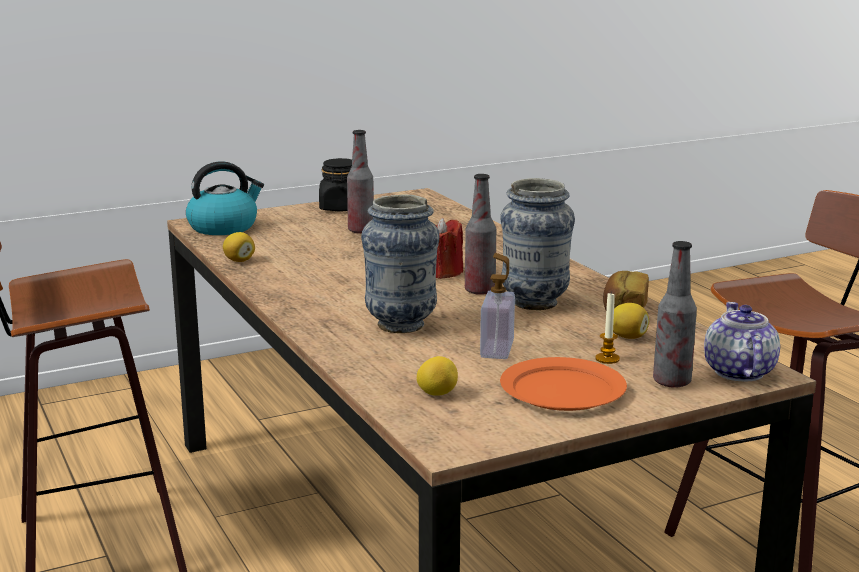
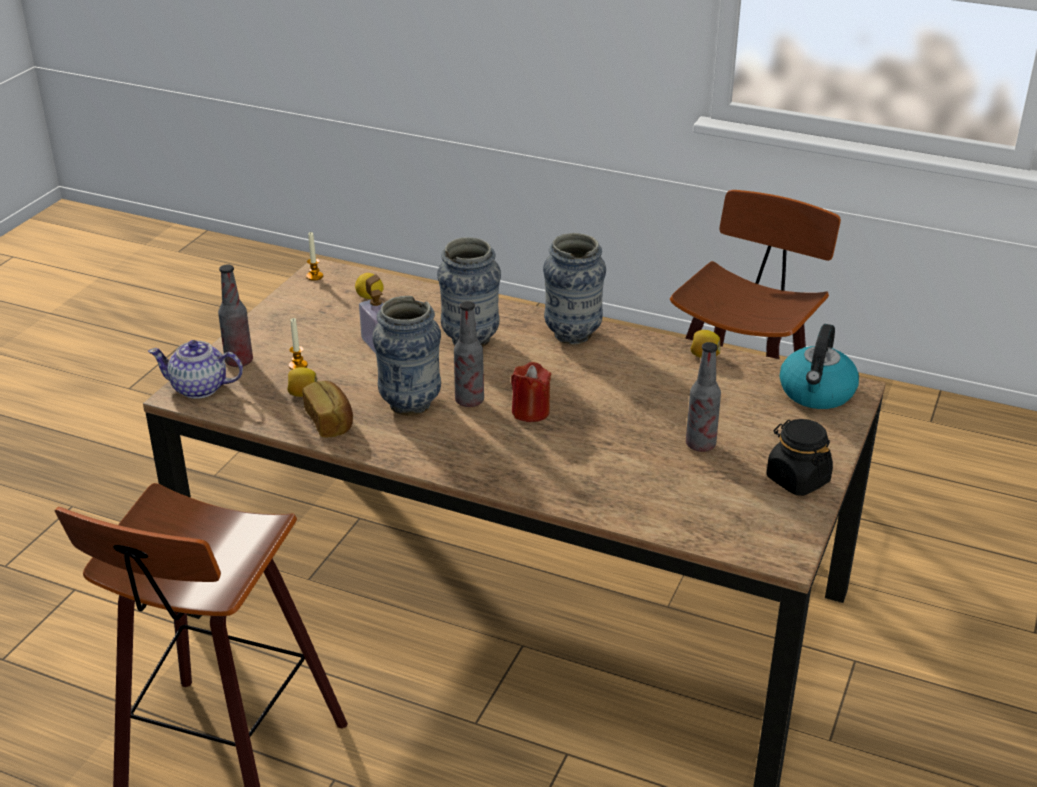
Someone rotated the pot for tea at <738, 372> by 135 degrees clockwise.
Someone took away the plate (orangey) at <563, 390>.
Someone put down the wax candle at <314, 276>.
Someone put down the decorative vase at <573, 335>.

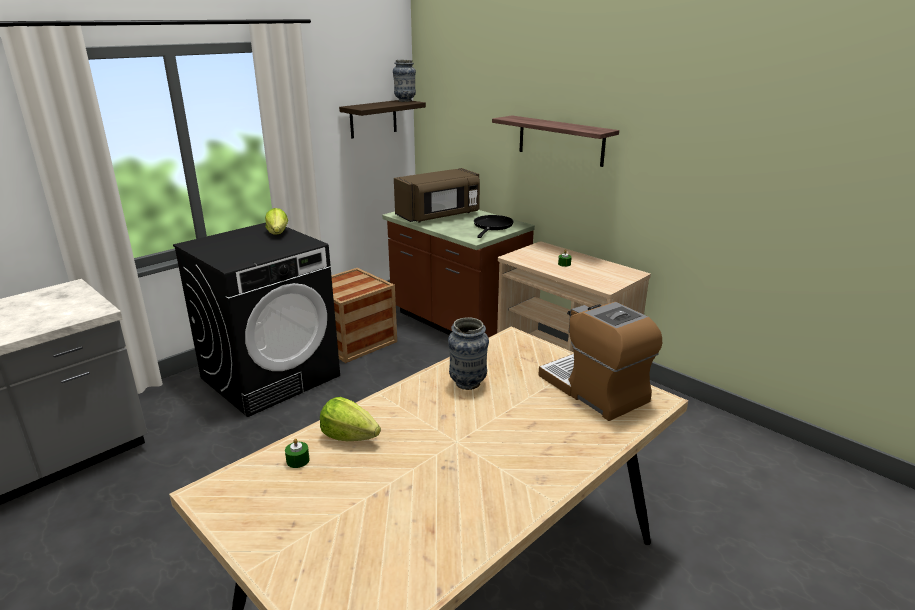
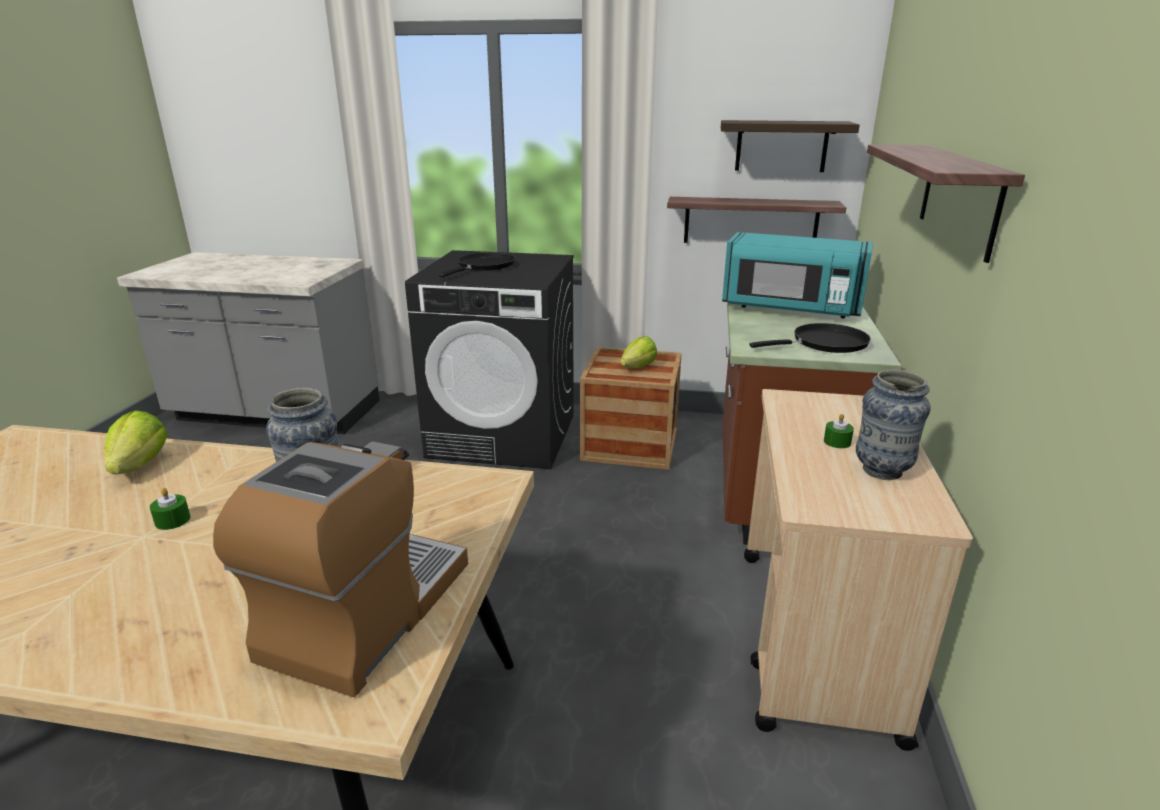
Someone carried the decorative vase from <405, 101> to <882, 471>.
Someone repainted the kitchen microwave (brown) at <439, 216>, which became the kitchen microwave (turquoise-coloured) at <790, 309>.
Someone carried the lettuce from <278, 233> to <638, 367>.
Someone carried the wax candle (green) from <298, 460> to <172, 520>.
Someone put up the shelf at <750, 221>.
Someone put down the pan (blackish) at <483, 266>.

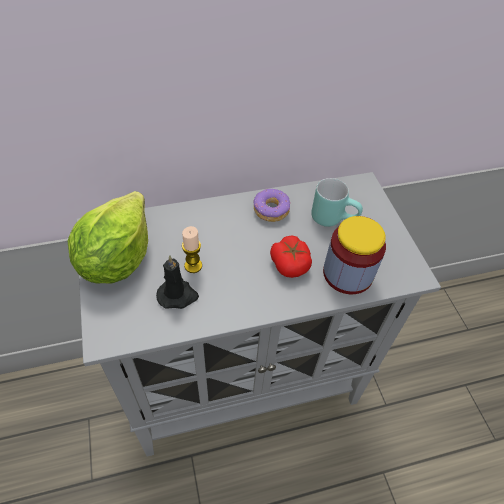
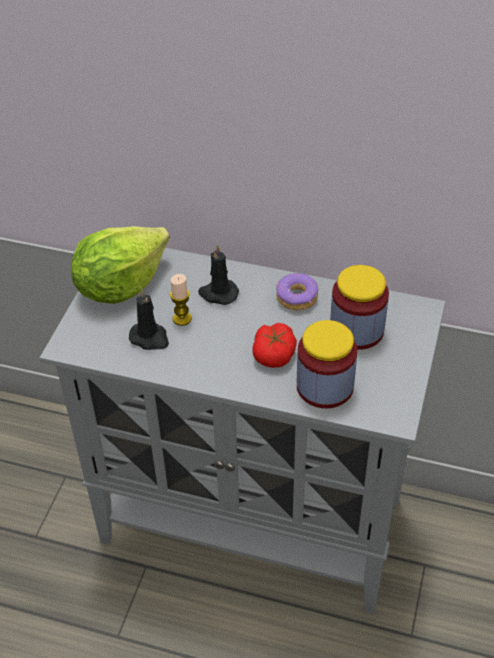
Someone swapped the mug (turquoise-coloured) at <333, 218> for the jar at <356, 330>.
Someone put down the wax candle (blackish) at <218, 293>.

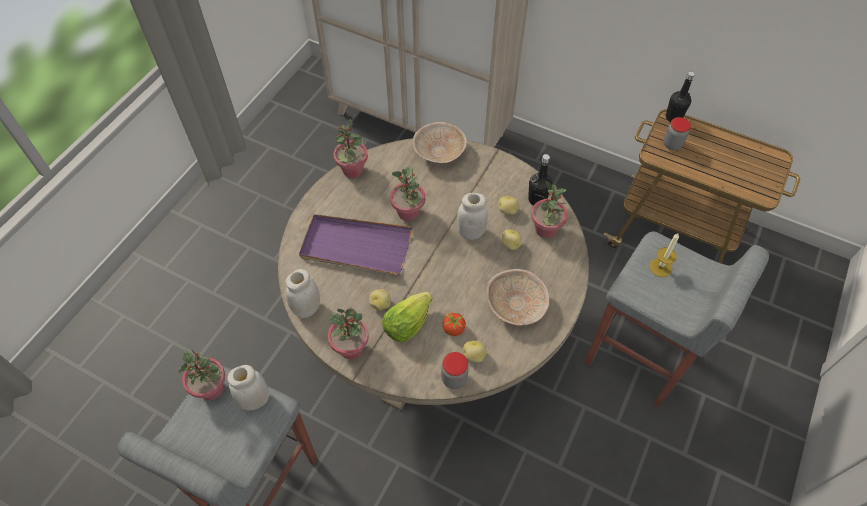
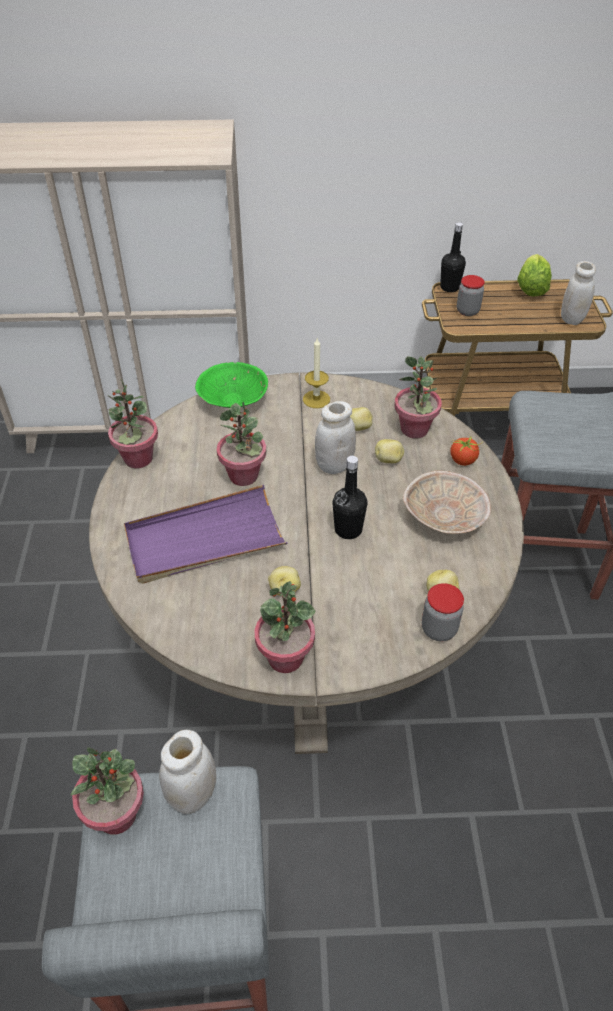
Someone repainted the deep dish (sand-coloured) at <439, 151>, which became the deep dish (green) at <233, 399>.
Someone carried the bottle (blackish) from <537, 199> to <348, 529>.
Someone carried the wax candle from <660, 267> to <316, 399>.
Someone carried the jar (white) from <307, 308> to <572, 319>.
Someone carried the lettuce from <406, 324> to <531, 288>.
Someone carried the fresh tomato from <454, 329> to <463, 460>.

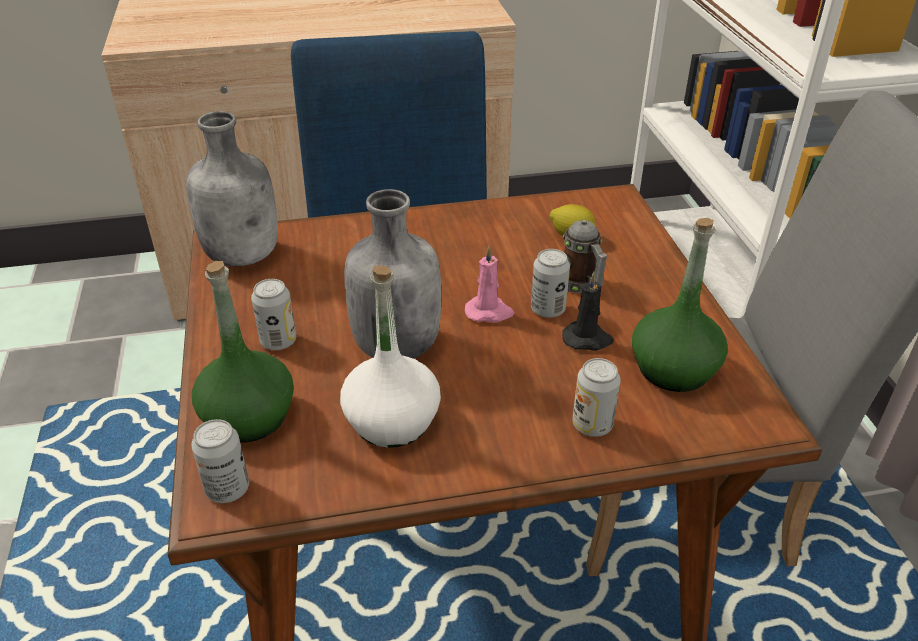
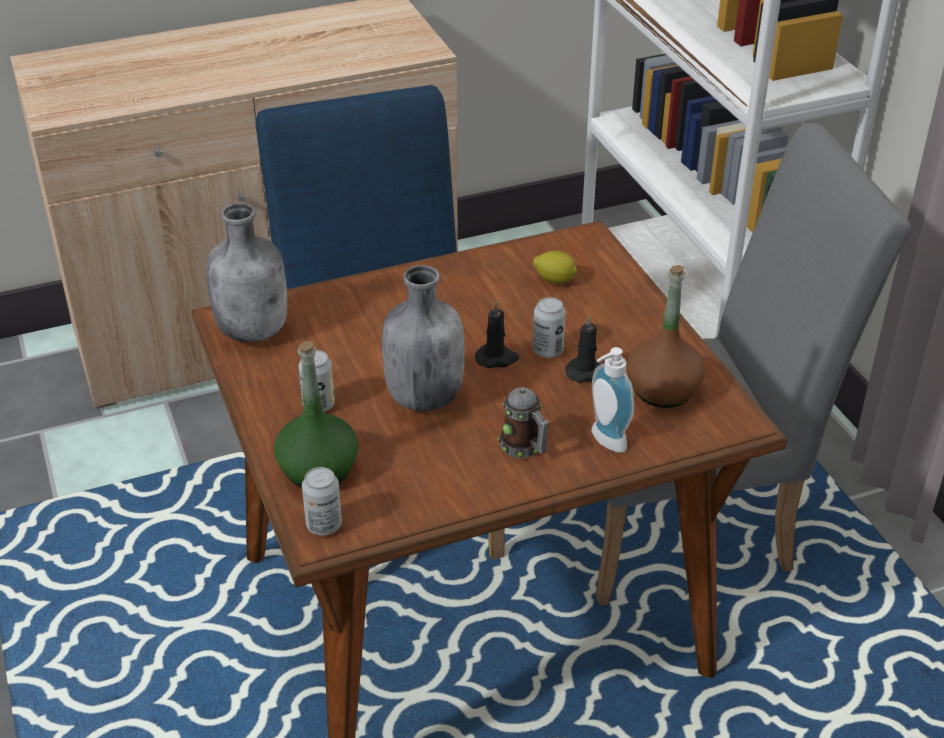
Someone repainted the bottle (green) at <673, 369>, which became the bottle (brown) at <663, 390>.
Someone carried the mug from <581, 284> to <525, 448>.
Someone repainted the wax candle (pink-coloured) at <489, 312>, which became the wax candle (blackish) at <497, 358>.
Someone took away the bottle (white) at <392, 421>.
Someone swapped the can at <592, 425> for the liquid soap bottle at <604, 442>.

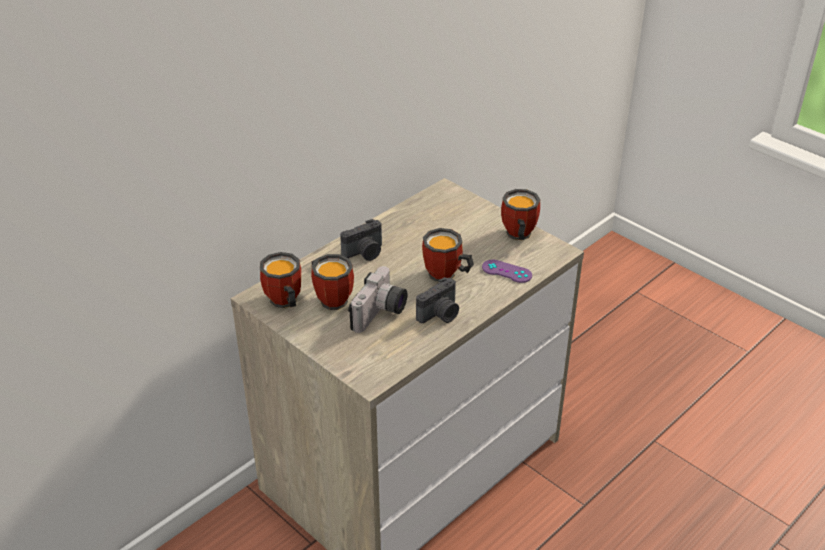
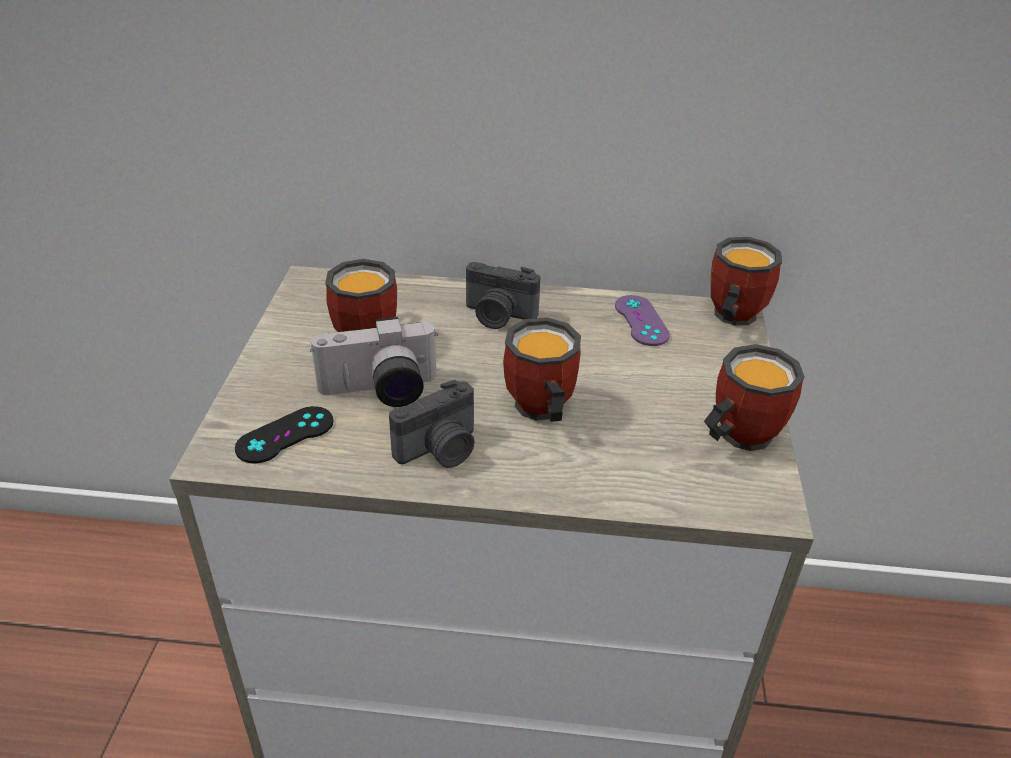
Someone carried the mug from <283, 303> to <729, 317>.
Someone carried the game controller (purple-coloured) from <506, 271> to <641, 320>.
Someone rotated the photo camera at <440, 315> by 45 degrees counterclockwise.
Someone put down the game controller (blackish) at <285, 435>.

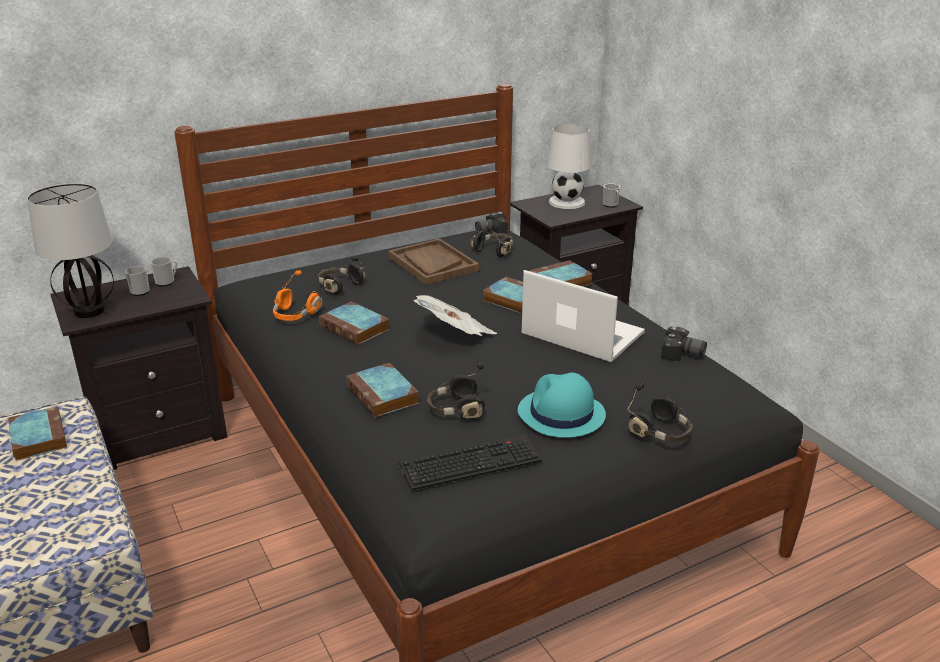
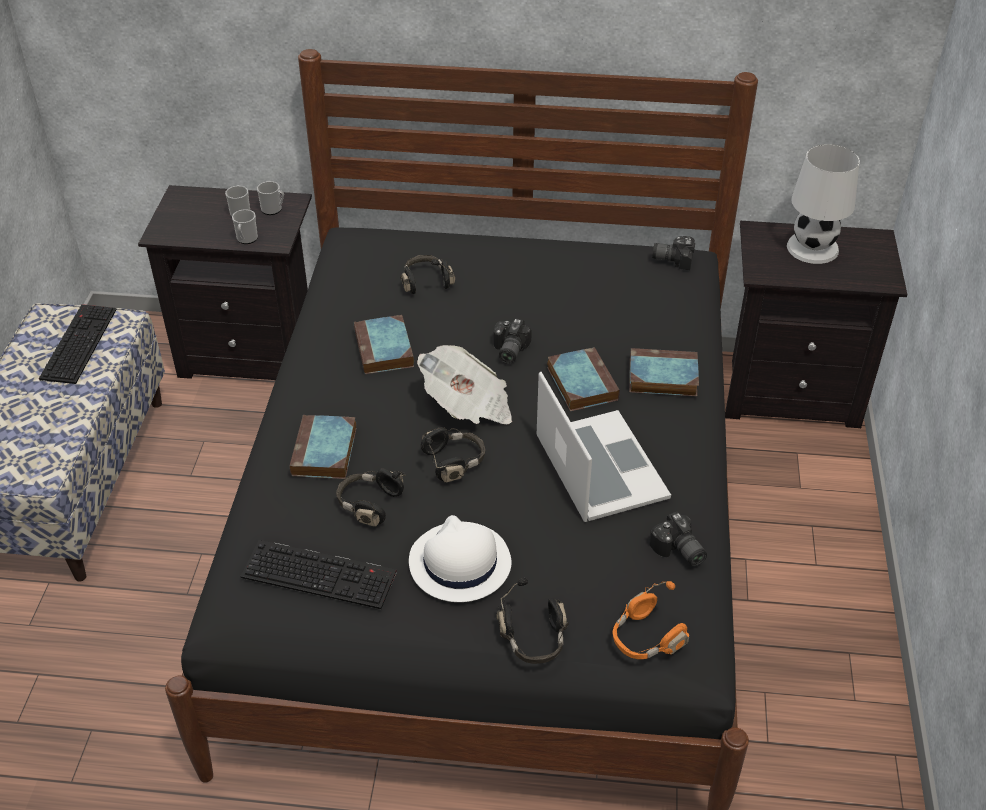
Someone took away the tabletop lamp at <90, 311>.
Someone carried the mug from <611, 205> to <246, 239>.
Someone carried the headset (blackish) from <494, 250> to <454, 462>.
Someone took away the serving tray (brown) at <432, 264>.
Someone carried the headset (orangey) from <295, 315> to <645, 638>.
Someone repainted the clothing hat (turquoise-coloured) at <560, 414>, which became the clothing hat (white) at <459, 563>.
Someone swapped the volume at <38, 437> for the keyboard at <78, 343>.
Someone put down the photo camera at <508, 350>.

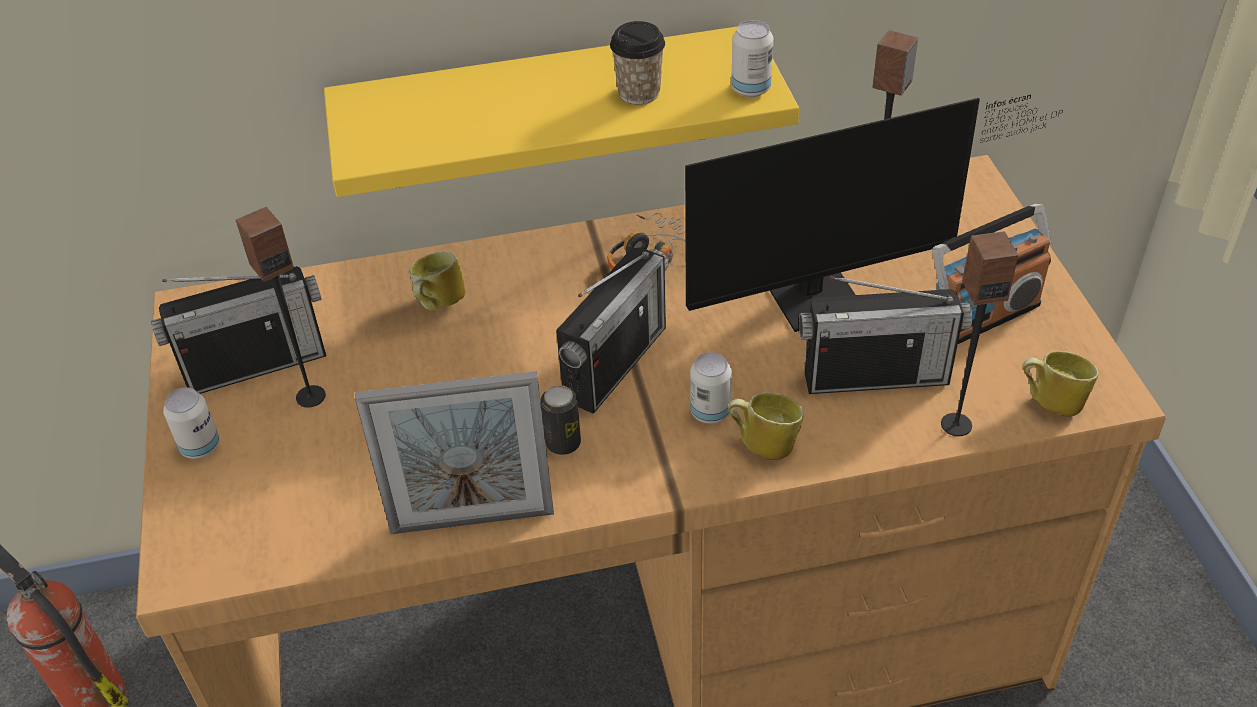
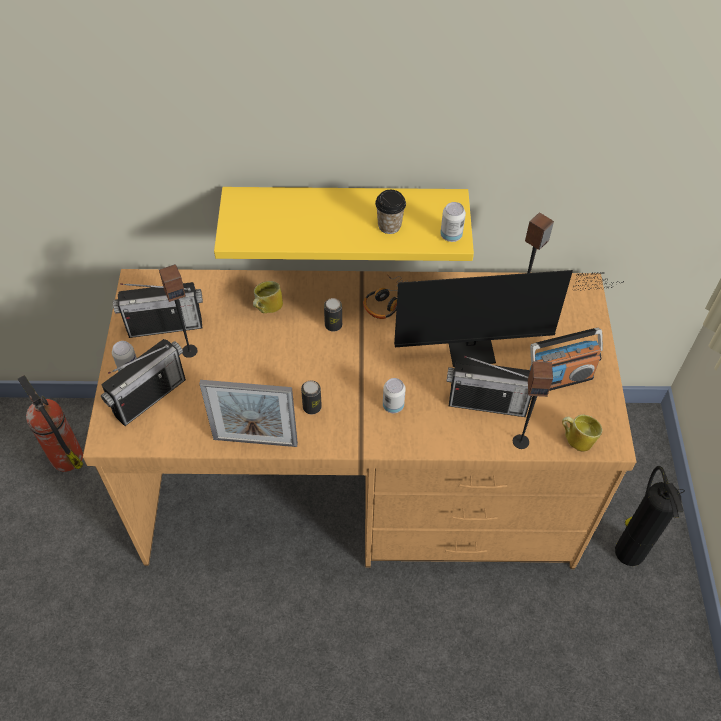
Someone carried the radio set from <615, 363> to <149, 397>.
Someone took away the mug at <763, 444>.
Someone put down the can at <333, 325>.
Someone put down the extinguisher at <629, 550>.

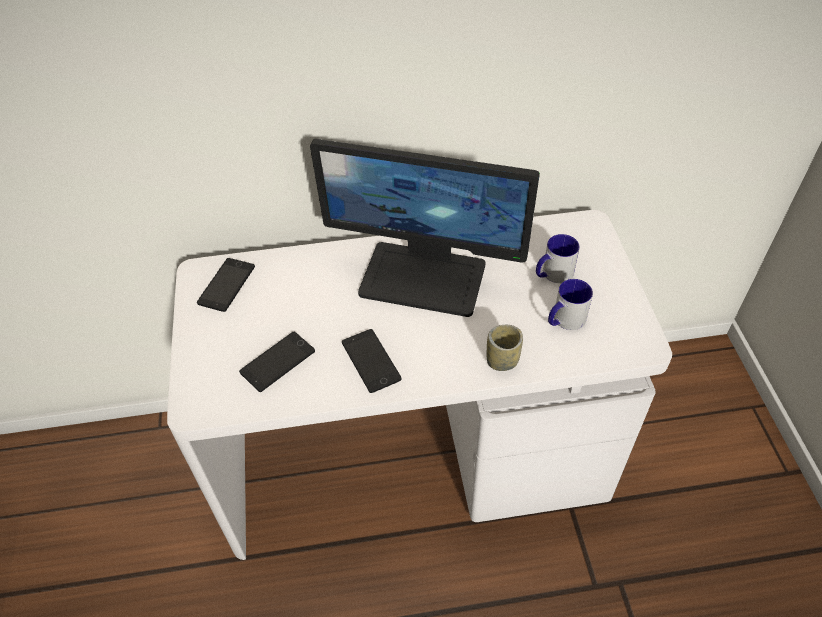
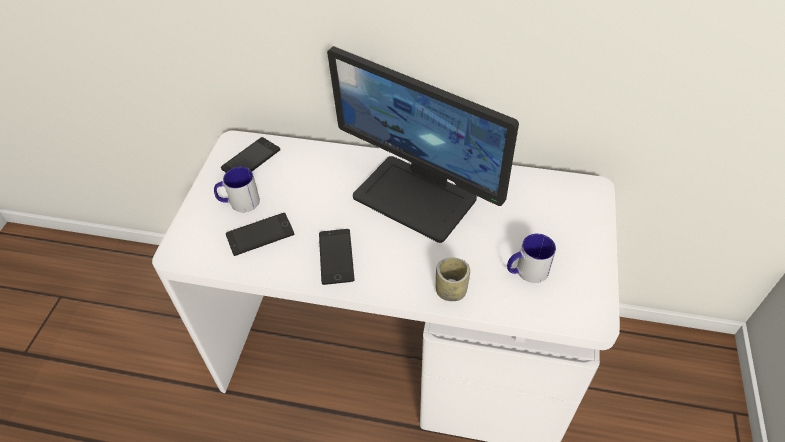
Someone carried the mug from <553, 274> to <239, 202>.

